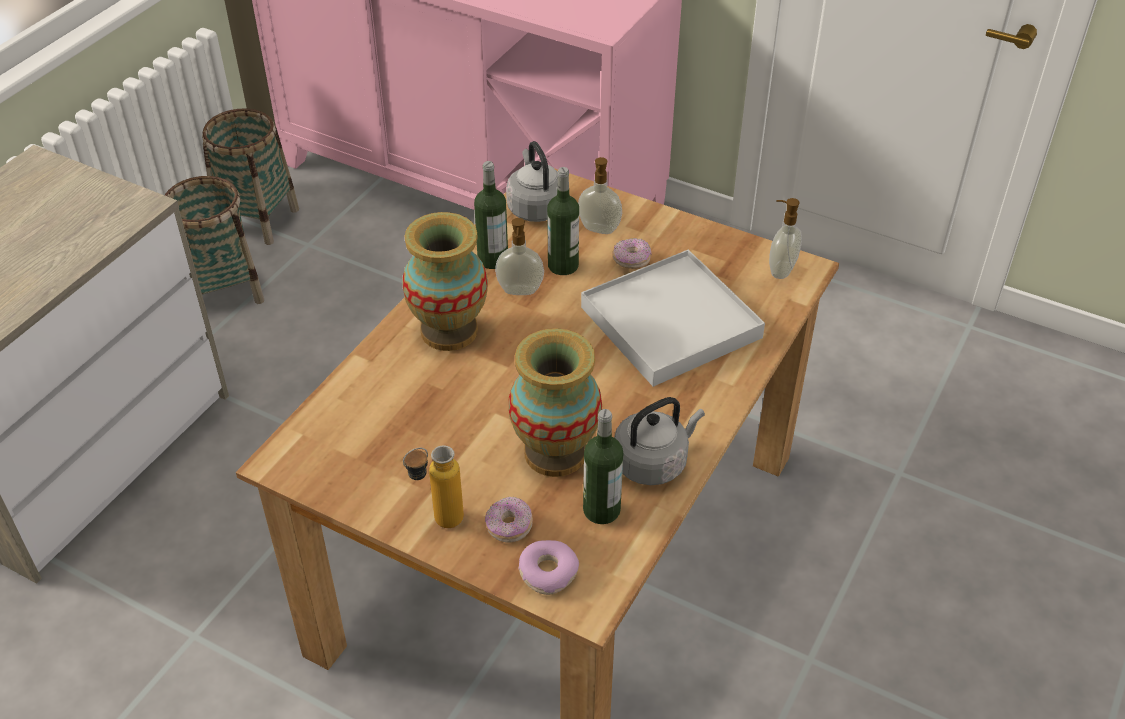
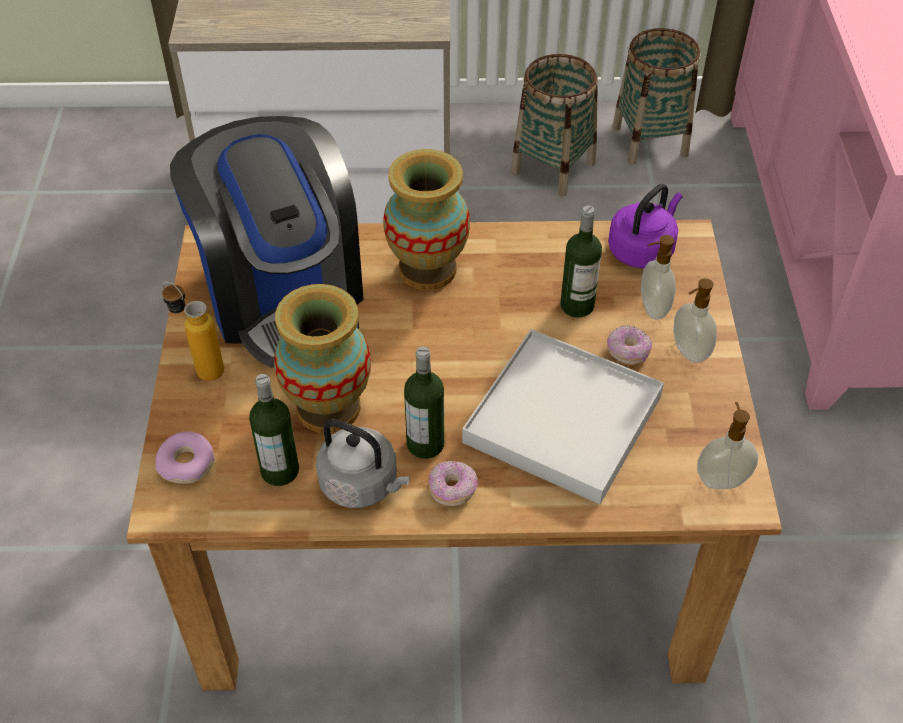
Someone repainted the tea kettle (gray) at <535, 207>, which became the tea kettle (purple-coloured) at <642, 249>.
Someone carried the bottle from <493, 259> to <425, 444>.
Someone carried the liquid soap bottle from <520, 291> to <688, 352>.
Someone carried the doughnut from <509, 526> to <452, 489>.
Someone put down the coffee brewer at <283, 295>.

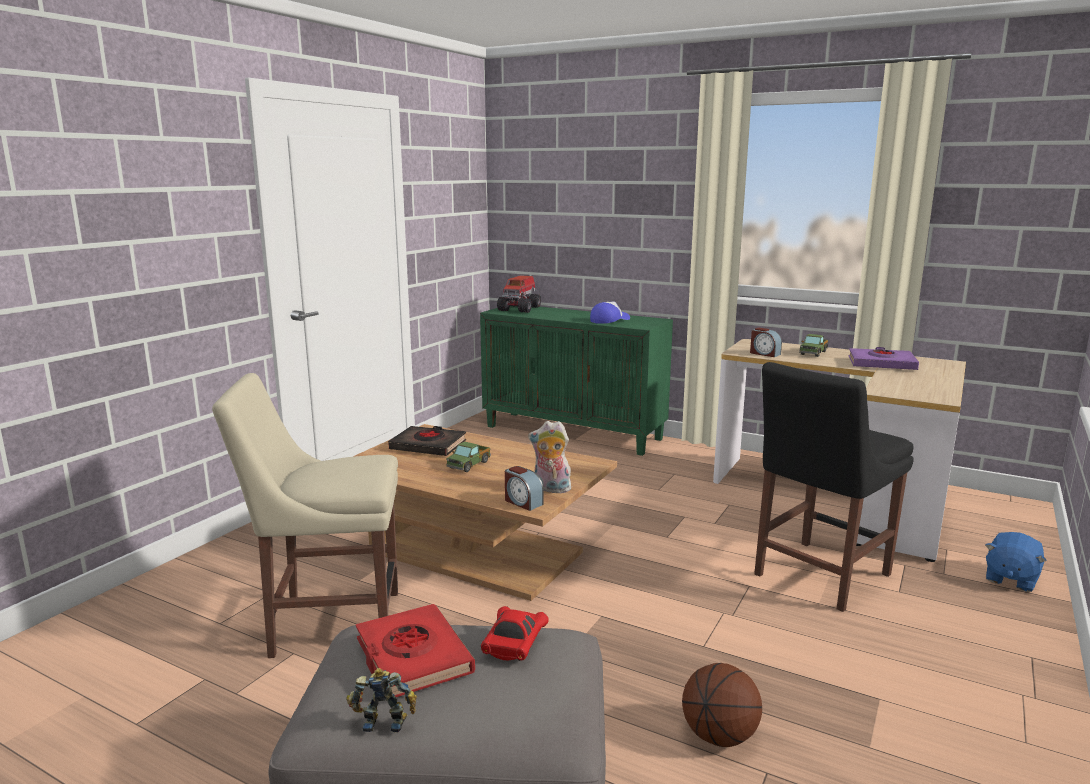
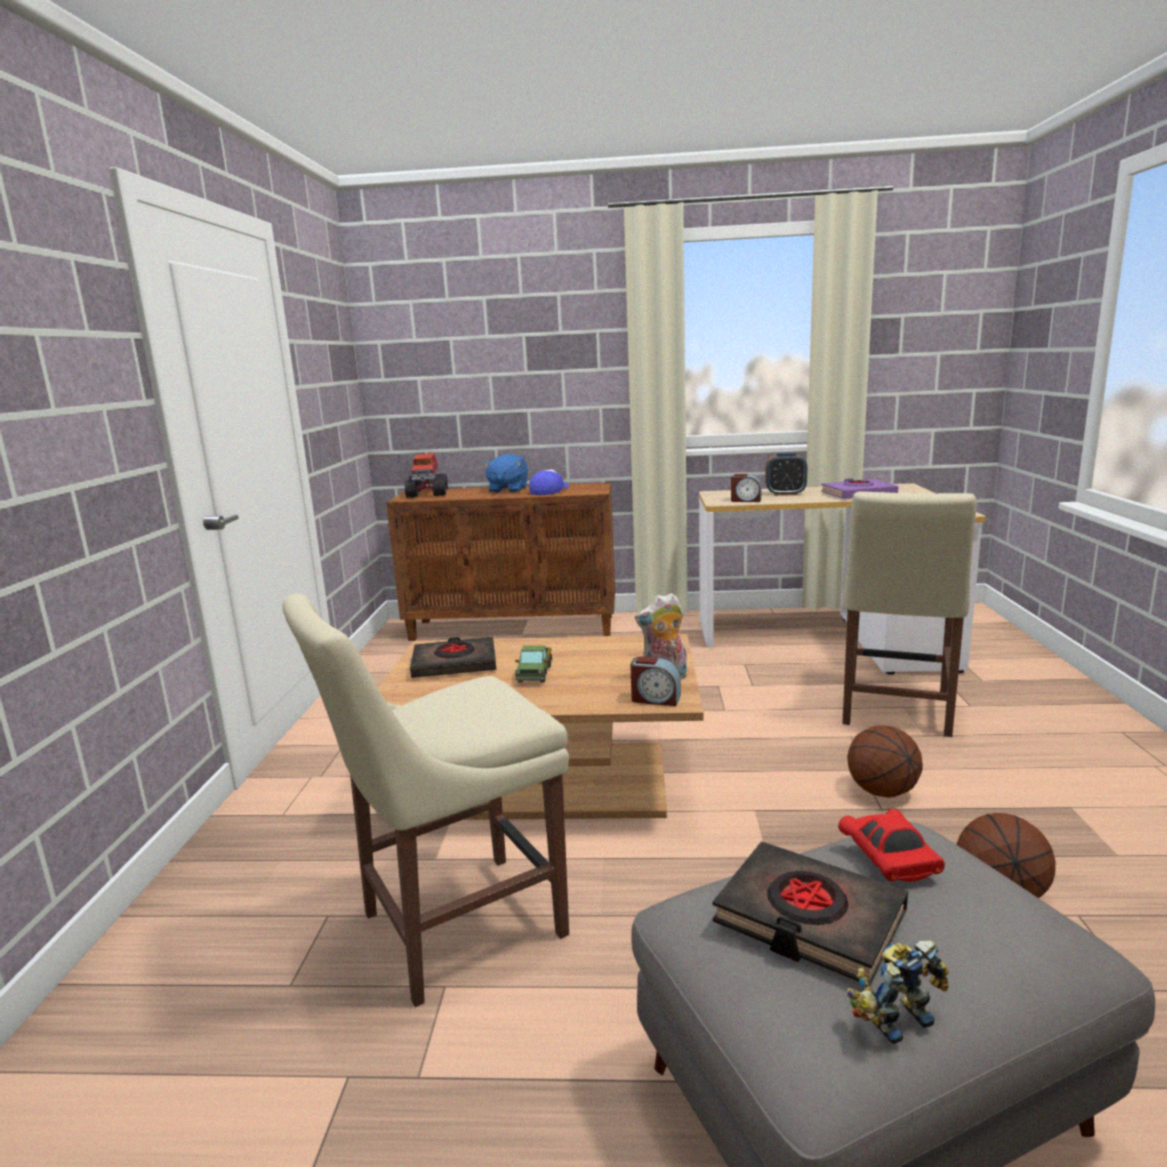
Someone repainted the cupboard (green) at <574, 432>, which became the cupboard (brown) at <514, 627>.
Someone swapped the toy truck at <813, 353> for the table clock at <785, 494>.
Someone repainted the plain chair (blackish) at <817, 576>, which became the plain chair (sand-coloured) at <895, 711>.
Someone carried the plush toy (blue) from <1010, 579> to <507, 490>.
Someone repainted the volume (red-coloured) at <413, 657>, which became the volume (blackish) at <808, 919>.
Someone put down the basketball at <881, 791>.

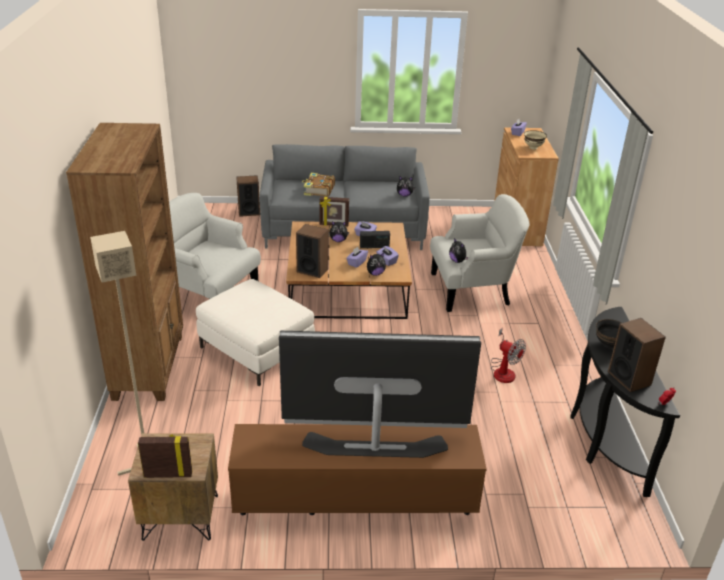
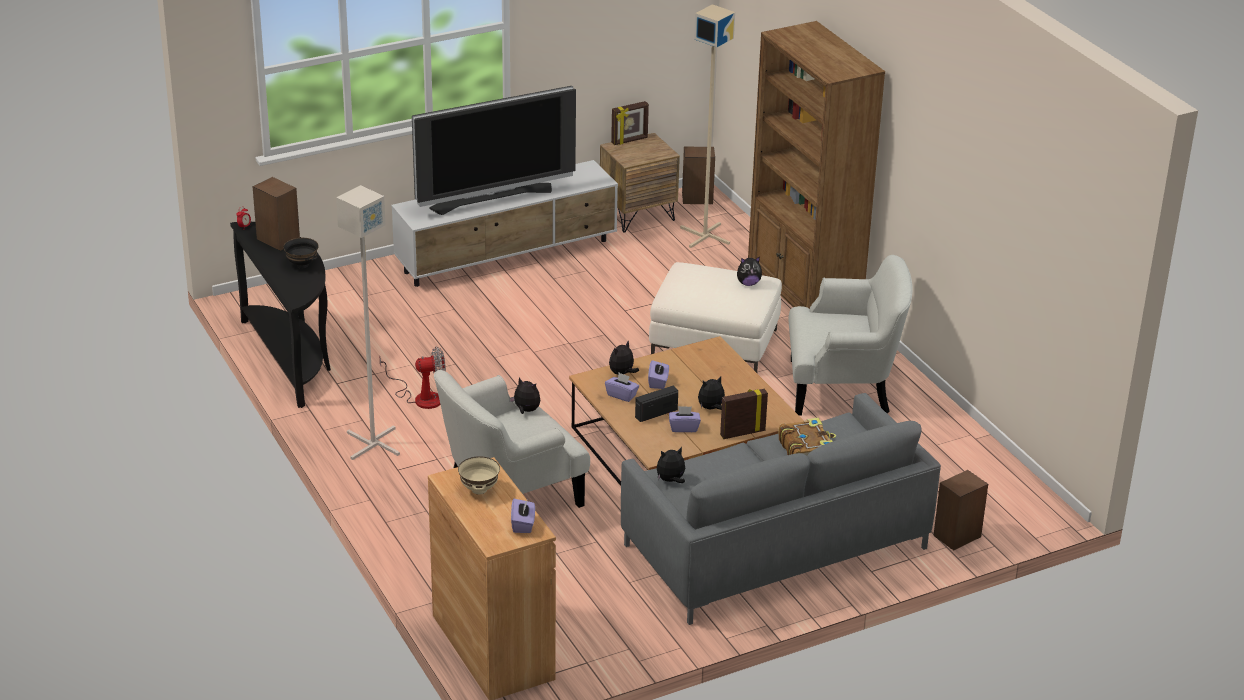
Someone carried the loudspeaker from <312, 270> to <697, 198>.
Someone rotated the cooling fan at <503, 370> by 150 degrees clockwise.
Someone repainted the media console (brown) at <353, 501>, which became the media console (white) at <508, 256>.
Someone put down the standard lamp (gray) at <372, 444>.
Someone put down the plush toy at <748, 283>.

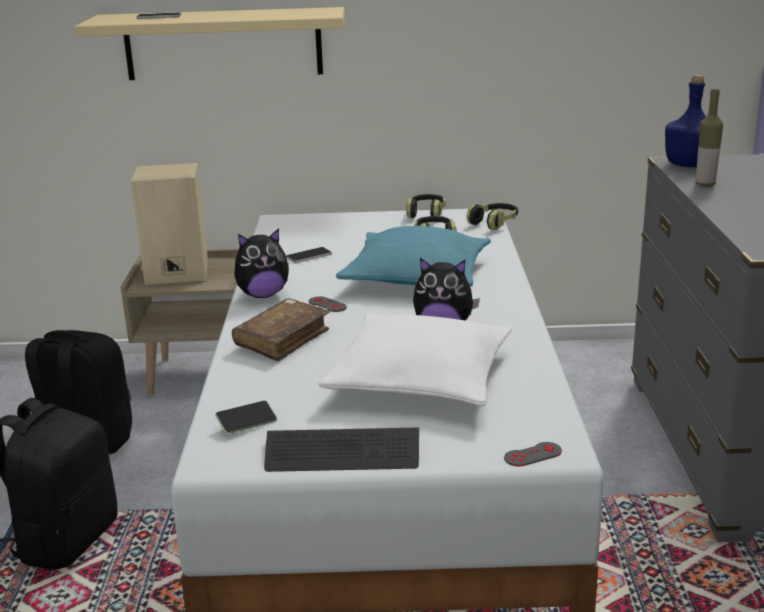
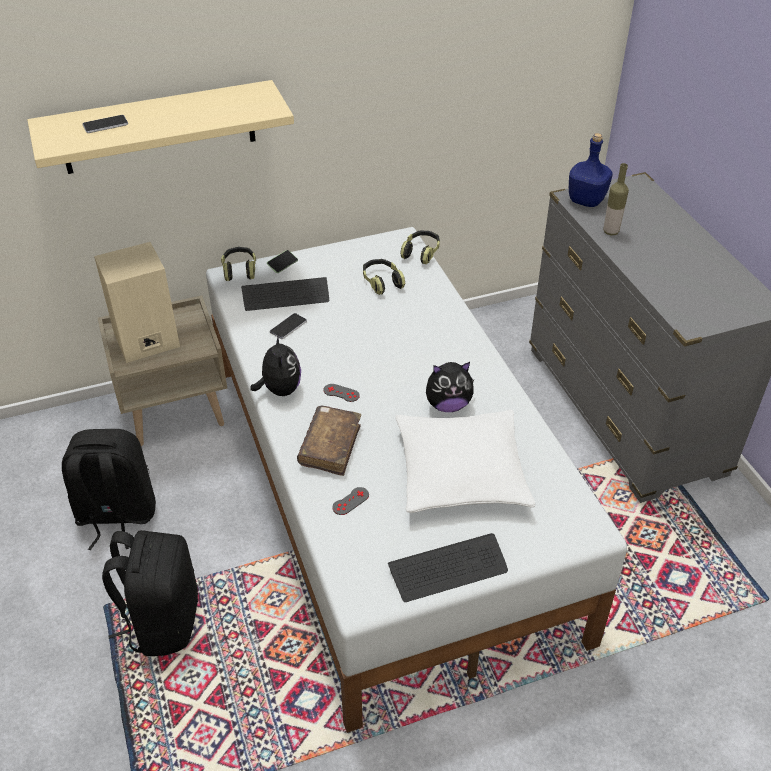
Someone carried the headset from <426, 214> to <239, 270>.
Someone took away the pillow (turquoise-coloured) at <416, 277>.
Someone rotated the plush toy at <263, 295> by 60 degrees counterclockwise.
Someone carried the handset from <247, 424> to <282, 265>.
Someone carried the game controller (gray) from <533, 454> to <350, 501>.
Someone put down the keyboard at <285, 296>.

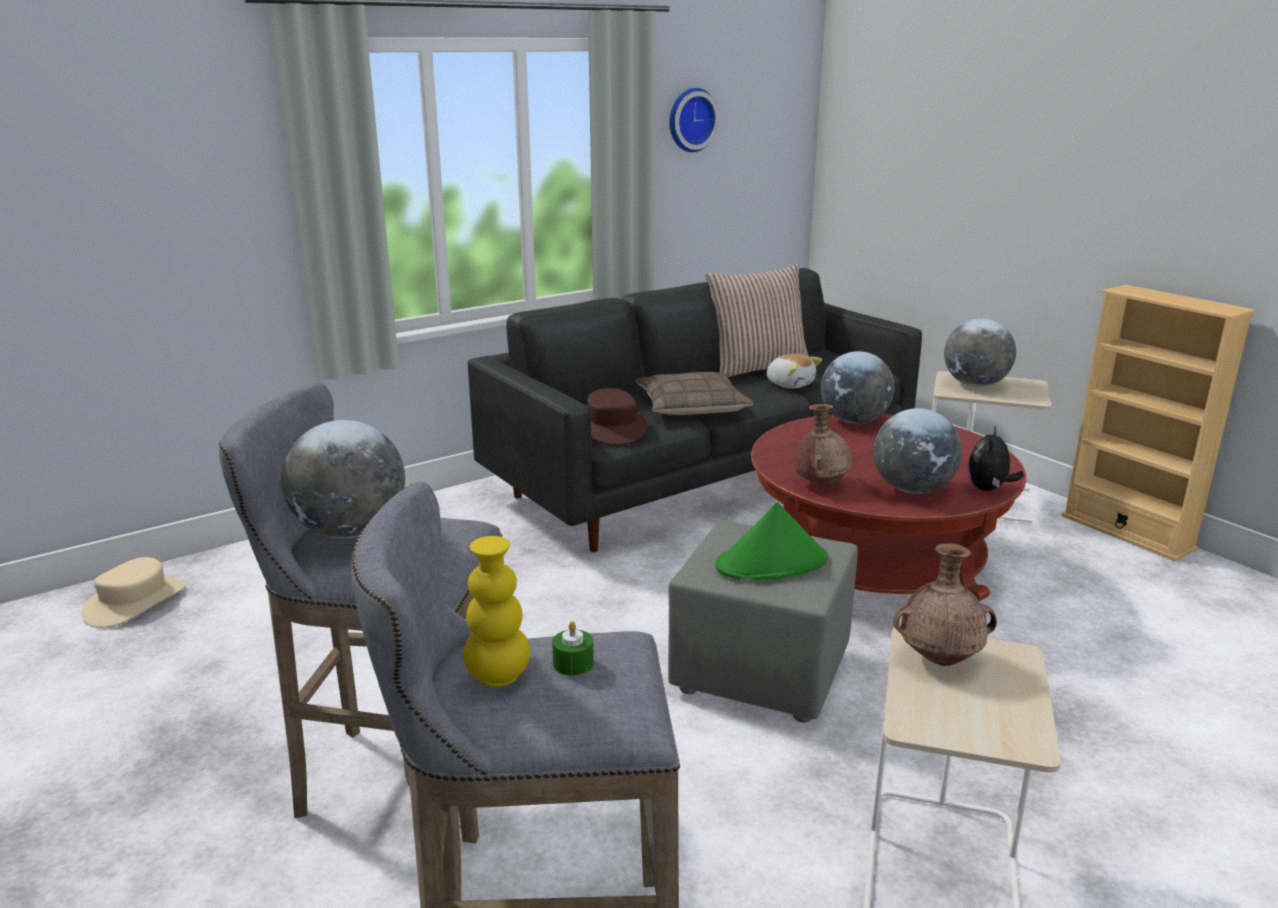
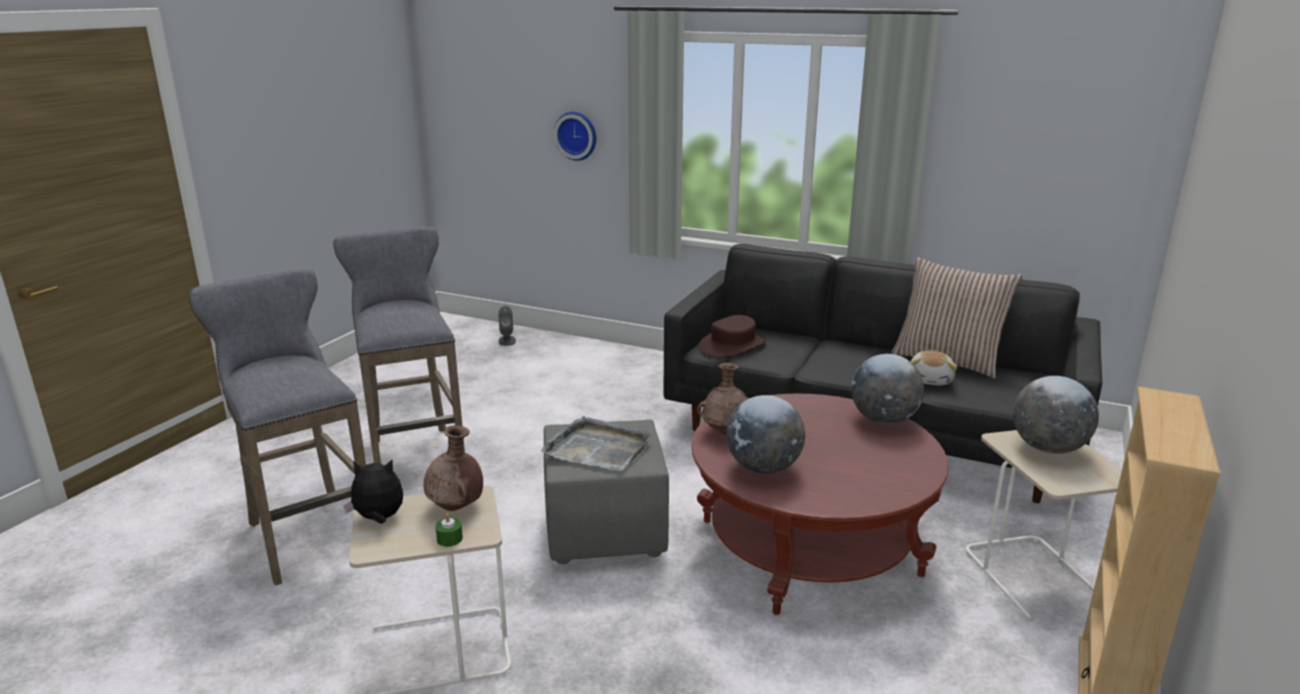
Someone carried the clock on the wall from <690, 120> to <577, 135>.
Someone took away the pillow at <691, 406>.
Someone took away the world globe at <350, 532>.
Someone carried the plush toy from <988, 489> to <379, 519>.
Someone swapped the clothing hat (green) at <772, 563> for the serving tray (gray) at <598, 448>.
Someone took away the decorative vase (yellowish) at <498, 676>.
Someone swapped the clothing hat (sand-coloured) at <134, 602> for the loudspeaker (gray) at <507, 341>.
Someone carried the wax candle (green) from <573, 663> to <449, 539>.

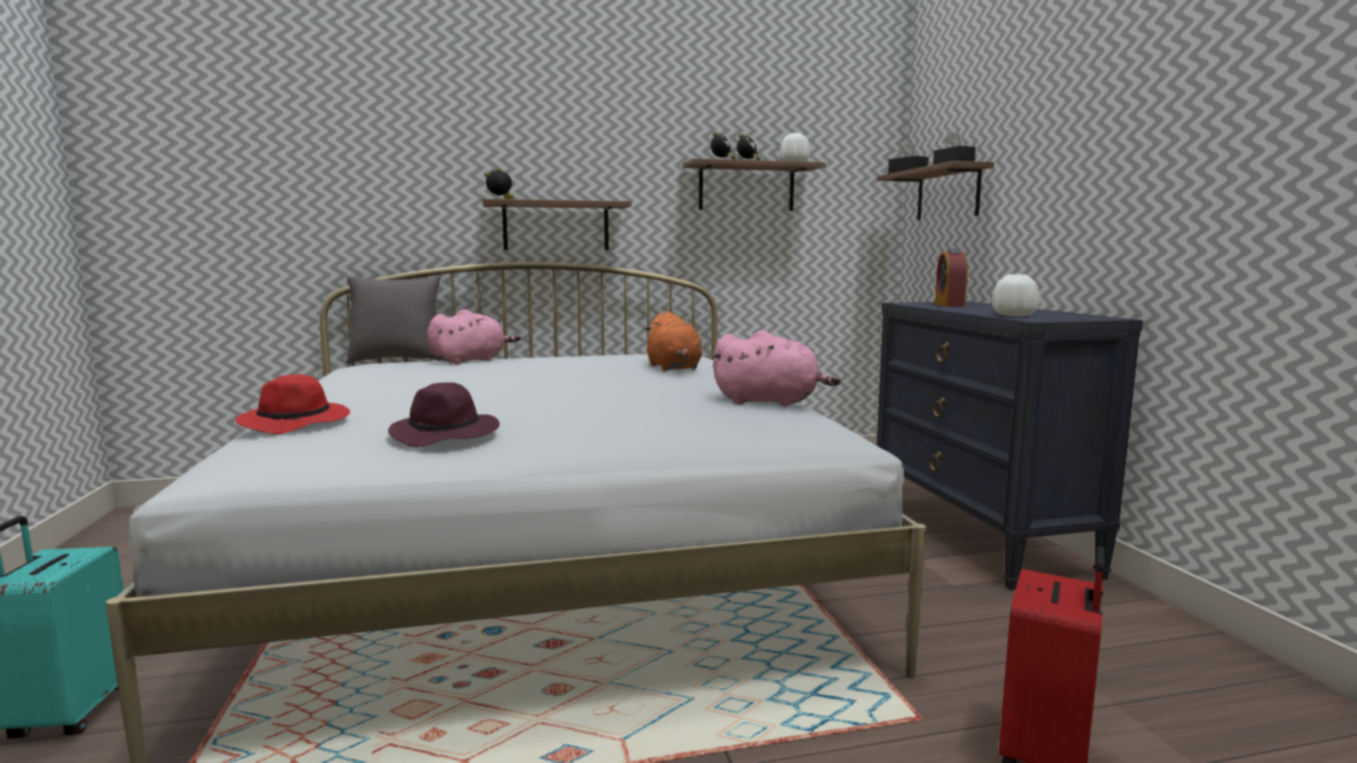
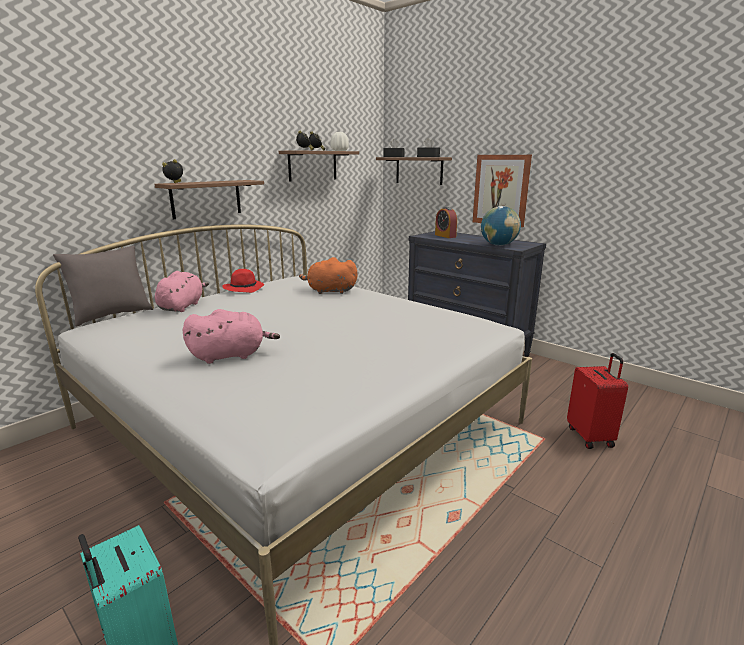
Someone swapped the decorative vase (white) at <1013, 315> for the world globe at <498, 245>.
Someone rotated the plush toy (orangey) at <674, 368> by 150 degrees clockwise.
Someone carried the plush toy (pink-coloured) from <770, 402> to <231, 355>.
Someone carried the clothing hat (red-coloured) from <297, 423> to <244, 288>.
Someone took away the clothing hat (purple-coloured) at <446, 435>.
Someone put up the wall picture at <501, 190>.

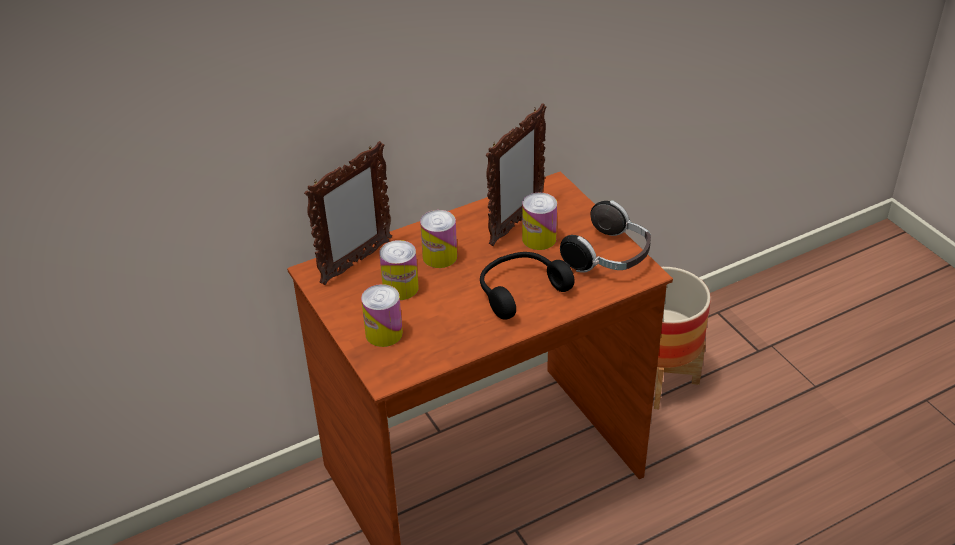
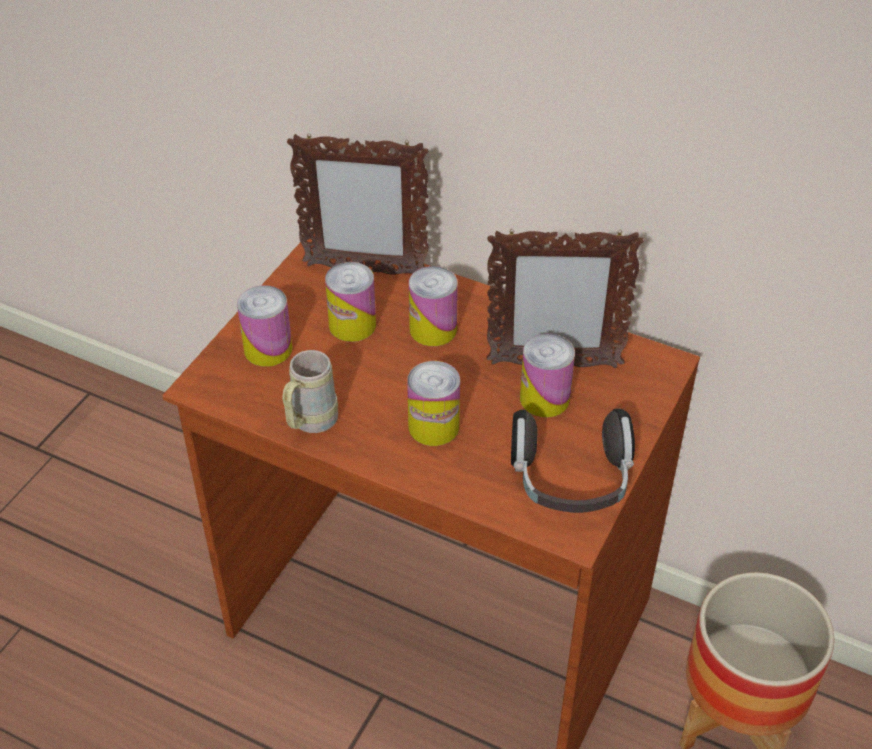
Someone swapped the headset (blackish) at <520, 290> for the can at <433, 426>.
Someone put down the mug (sand-coloured) at <309, 424>.

